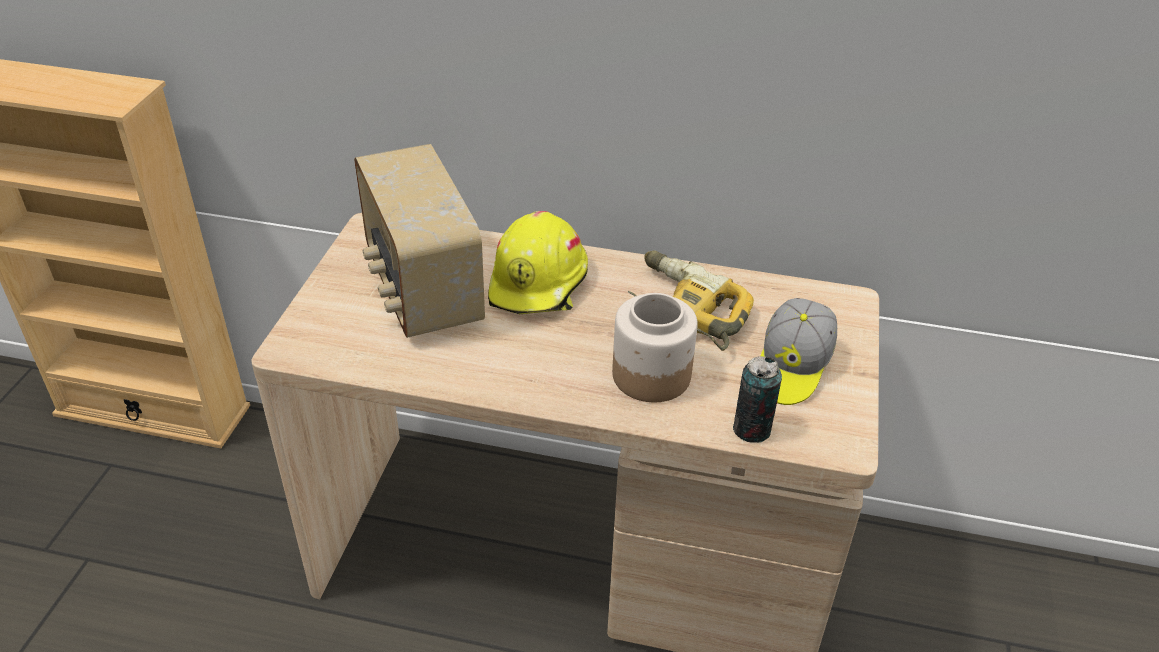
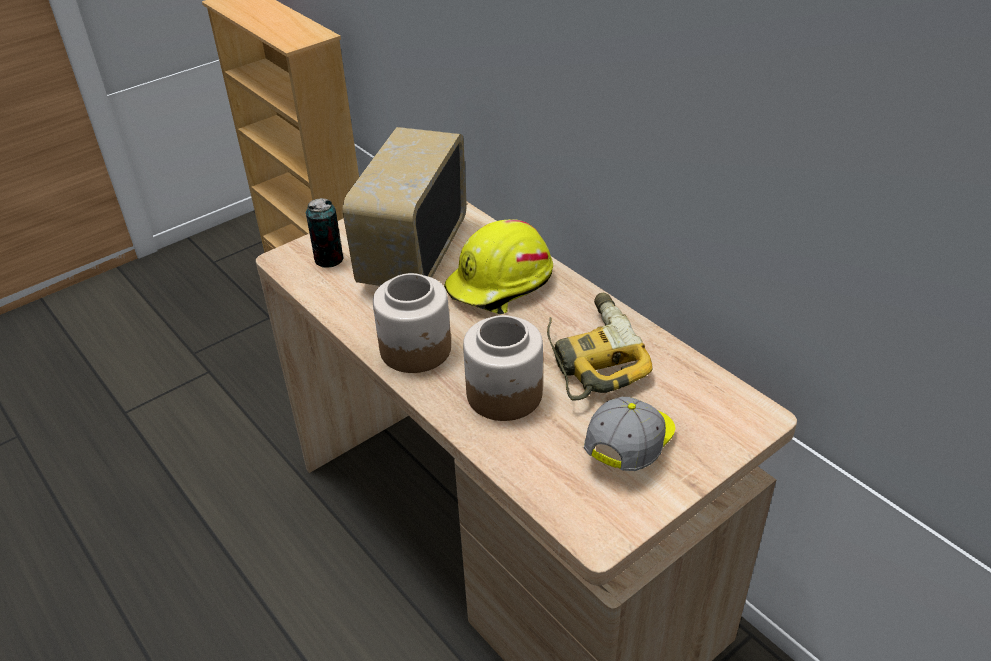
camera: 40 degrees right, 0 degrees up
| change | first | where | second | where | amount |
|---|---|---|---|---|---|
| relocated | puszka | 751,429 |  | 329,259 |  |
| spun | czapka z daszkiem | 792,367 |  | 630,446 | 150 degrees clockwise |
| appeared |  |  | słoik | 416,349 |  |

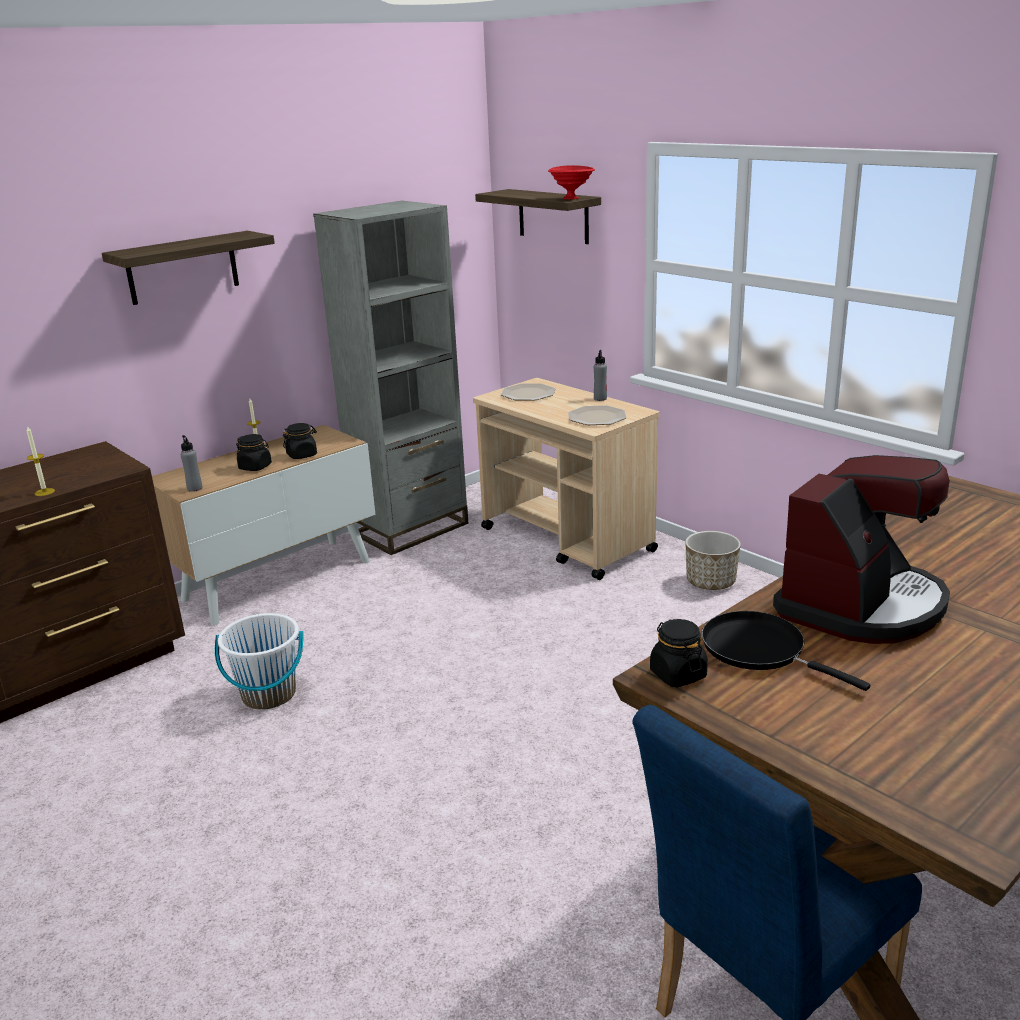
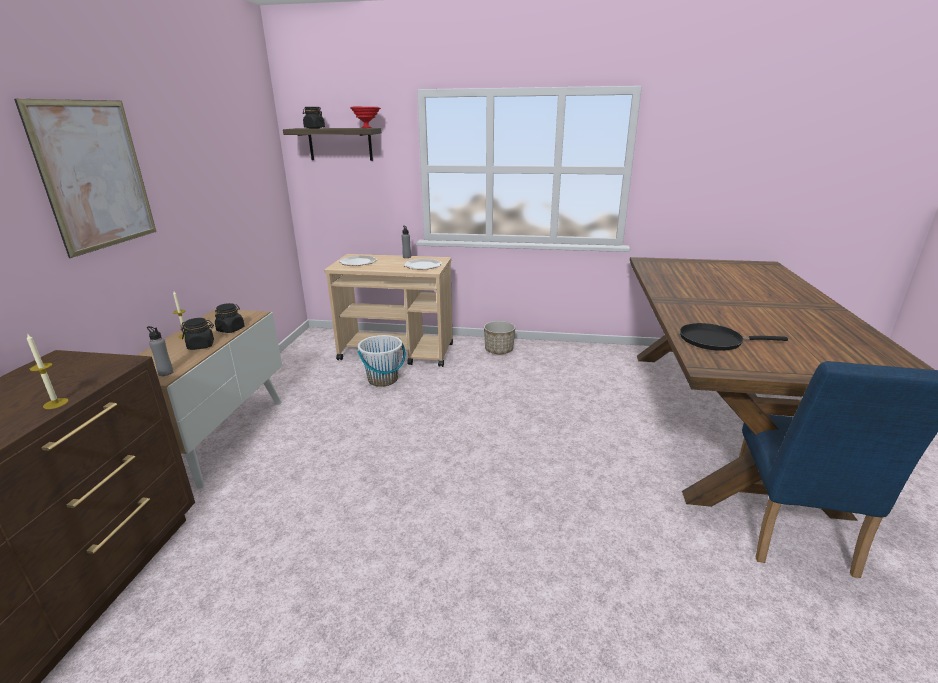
camera: 40 degrees left, 0 degrees up
| change | first | where | second | where | amount |
|---|---|---|---|---|---|
| exchanged | półka | 182,268 | obraz | 95,175 |  |
| relocated | wiadro/biały | 268,694 |  | 383,379 |  |
| missing | regał/szary | 410,529 |  |  |  |
| relocated | słoik/czarny | 677,674 |  | 314,128 |  |
| missing | ekspres do kawy | 861,605 |  |  |  |

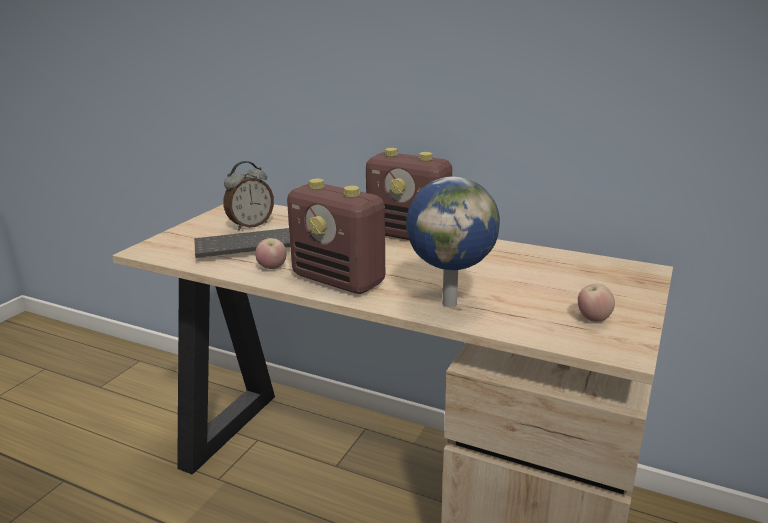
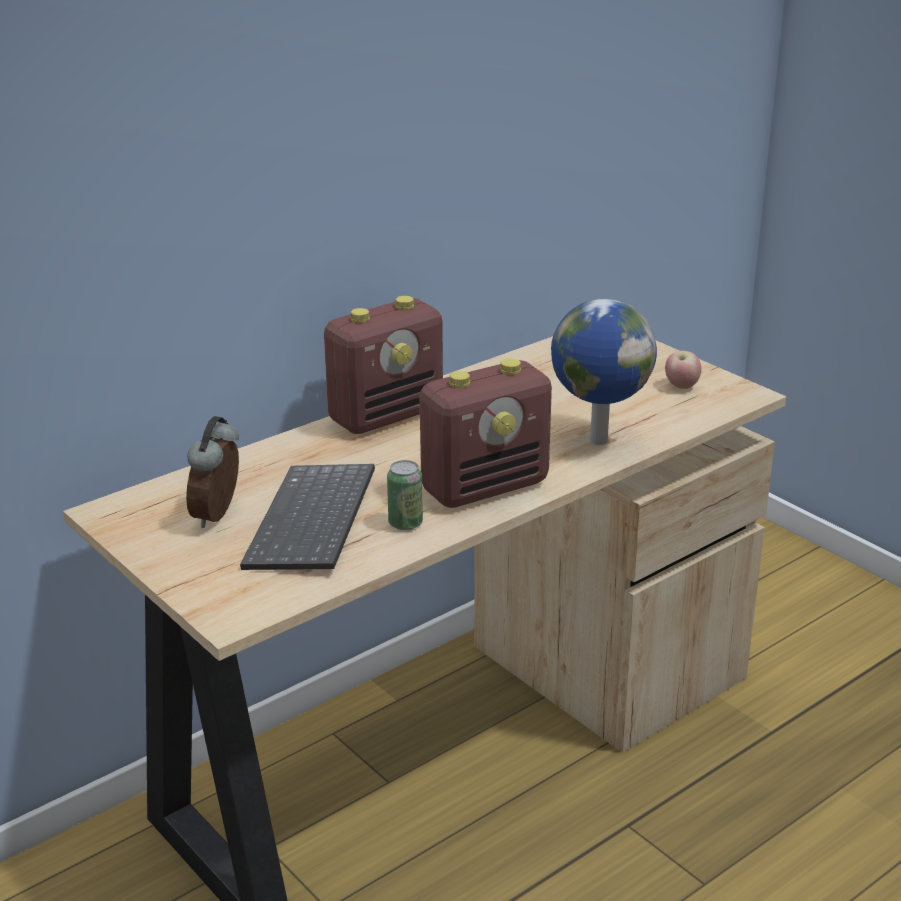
camera: 65 degrees left, 5 degrees up
| change | first | where | second | where | amount |
|---|---|---|---|---|---|
| spun | budzik | 250,225 |  | 219,515 | 150 degrees counterclockwise |
| exchanged | jabłko | 272,268 | puszka | 405,523 |  |

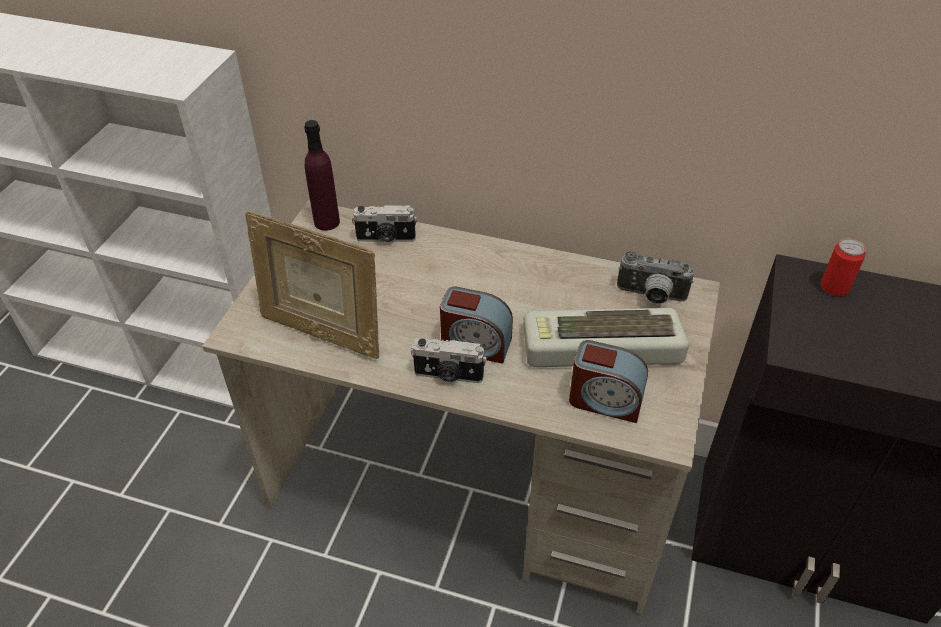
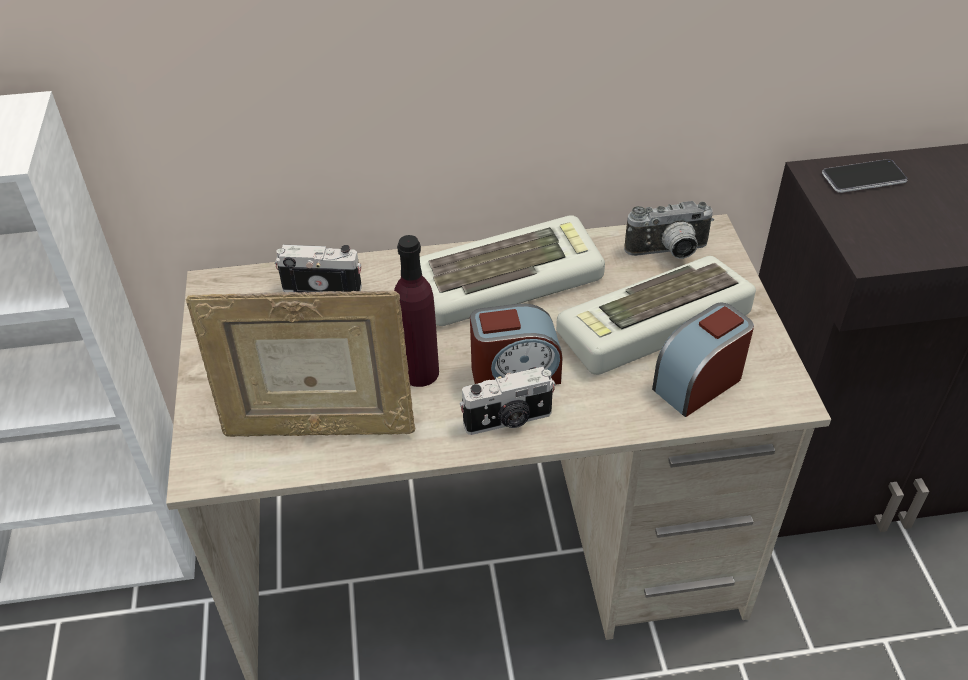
camera: 25 degrees left, 0 degrees up
| change | first | where | second | where | amount |
|---|---|---|---|---|---|
| relocated | butelka/fioletowy | 327,222 |  | 420,372 |  |
| spun | aparat fotograficzny | 386,238 |  | 322,286 | 150 degrees counterclockwise |
| spun | budzik | 605,400 |  | 698,382 | 150 degrees clockwise |
| exchanged | puszka | 834,287 | telefon | 863,178 |  |
| appeared |  |  | klawiatura | 508,279 |  |

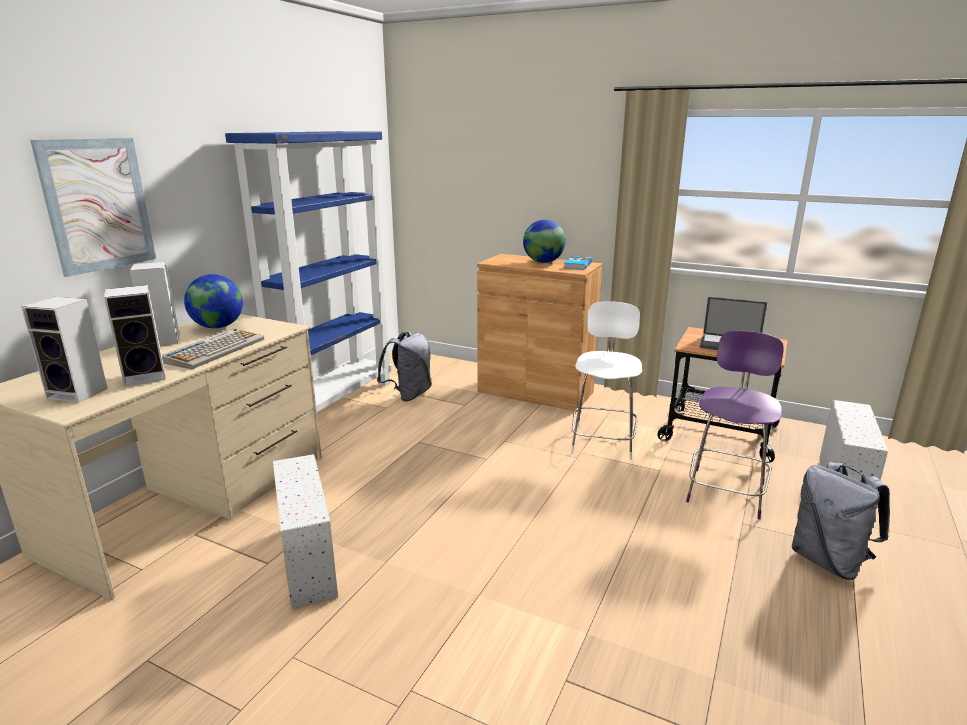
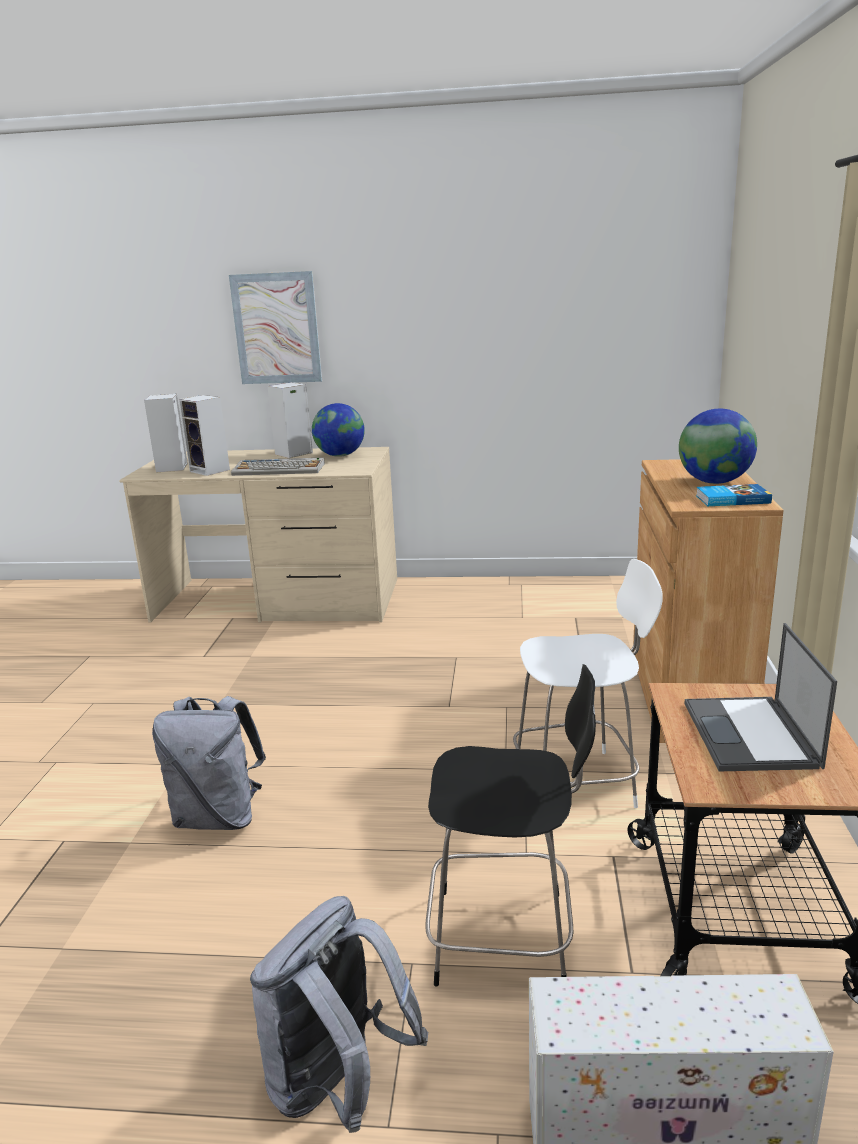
camera: 70 degrees right, 0 degrees up
| change | first | where | second | where | amount |
|---|---|---|---|---|---|
| missing | regał/niebieski | 335,401 |  |  |  |
| missing | pojemnik do przechowywania/biały | 307,559 |  |  |  |
| relocated | plecak/szary | 409,395 |  | 219,817 |  |
| colour | krzesło/fioletowy | 726,491 | krzesło/czarny | 507,938 |  |

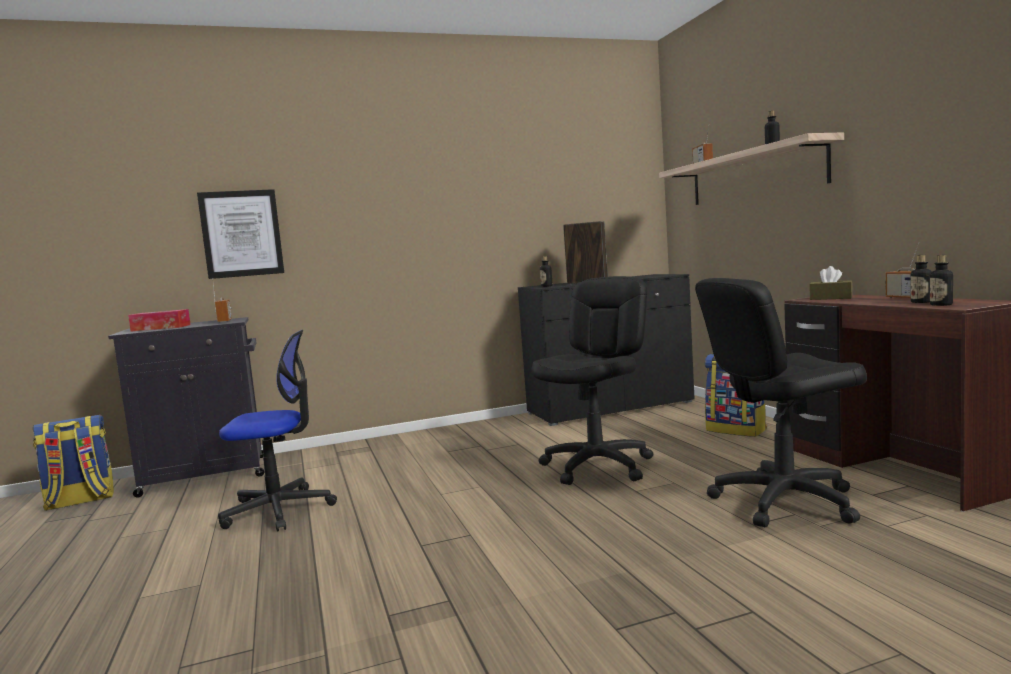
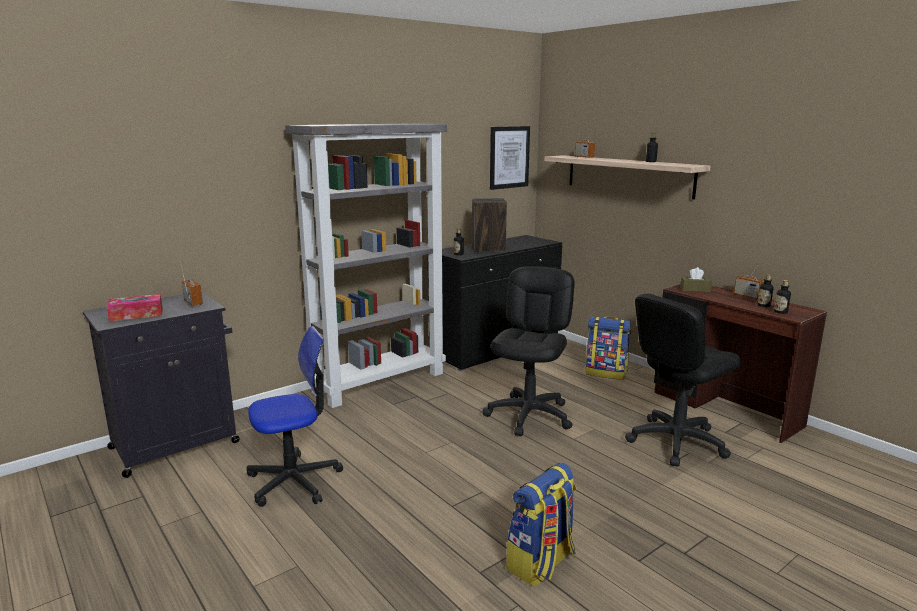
camera: 20 degrees left, 10 degrees up
| change | first | where | second | where | amount |
|---|---|---|---|---|---|
| relocated | plecak | 80,501 |  | 541,563 |  |
| relocated | obraz | 241,233 |  | 509,157 |  |
| appeared |  |  | regał/szary | 379,382 |  |

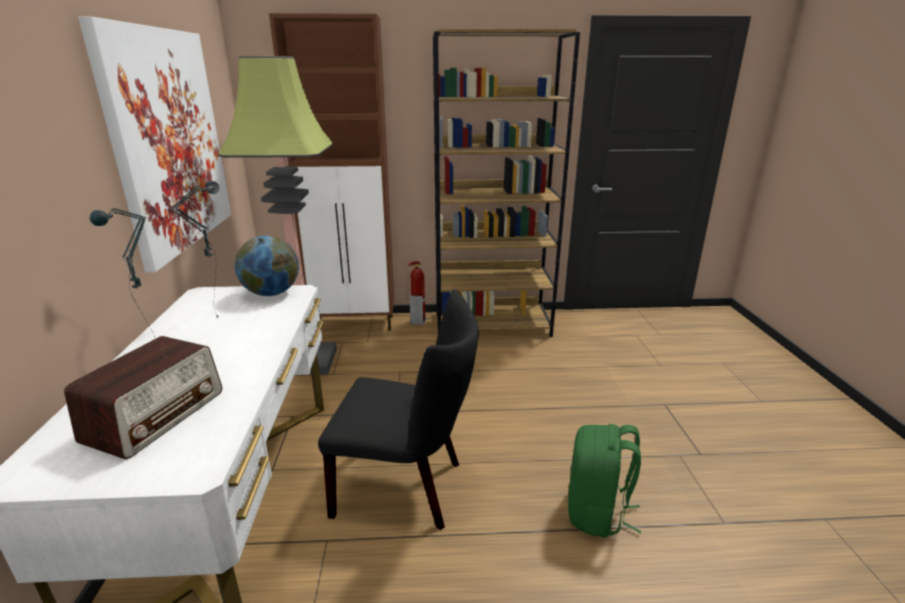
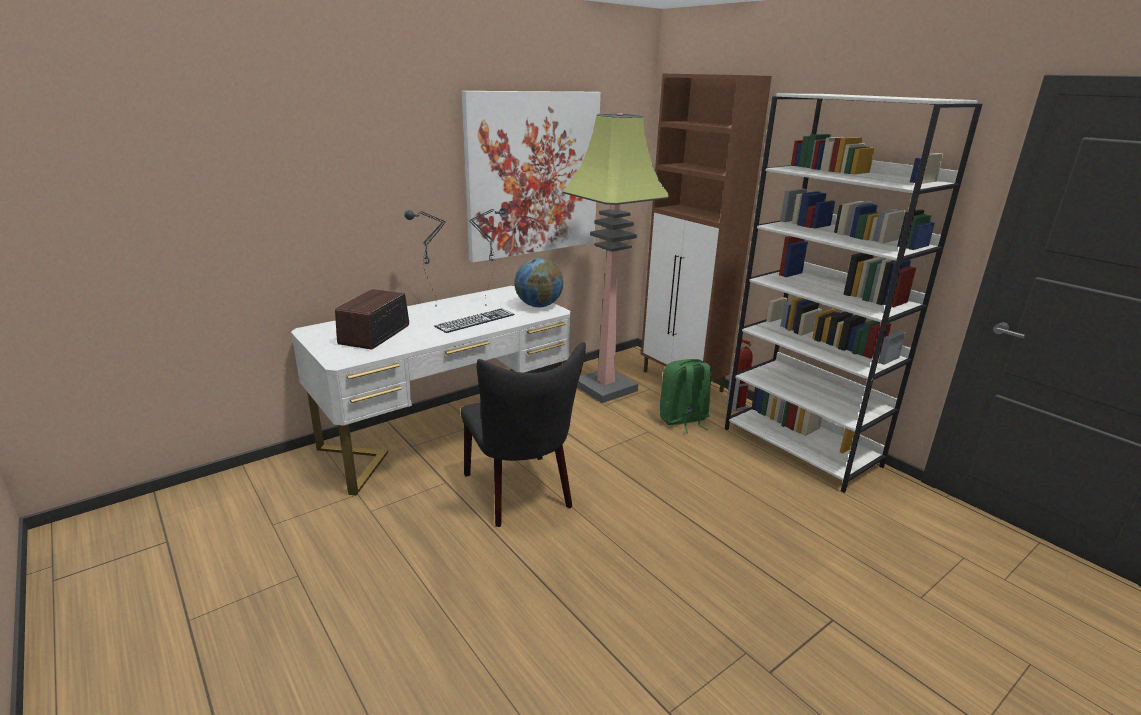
camera: 55 degrees right, 0 degrees up
| change | first | where | second | where | amount |
|---|---|---|---|---|---|
| spun | radio | 156,416 |  | 374,335 | 120 degrees clockwise |
| colour | regał/brązowy | 492,324 | regał/biały | 801,447 |  |
| relocated | plecak/zielony | 597,513 |  | 683,420 |  |
| appeared |  |  | klawiatura | 475,320 |  |

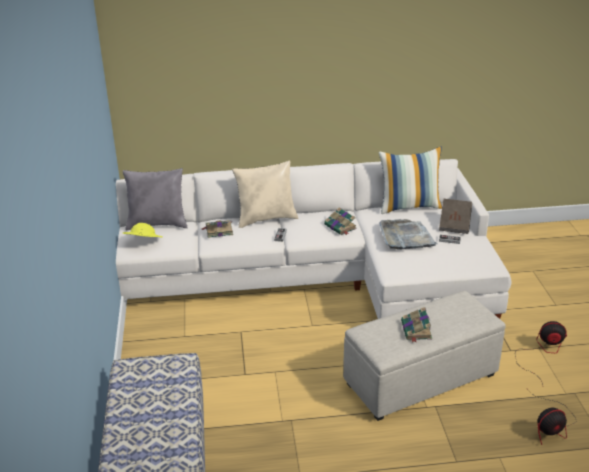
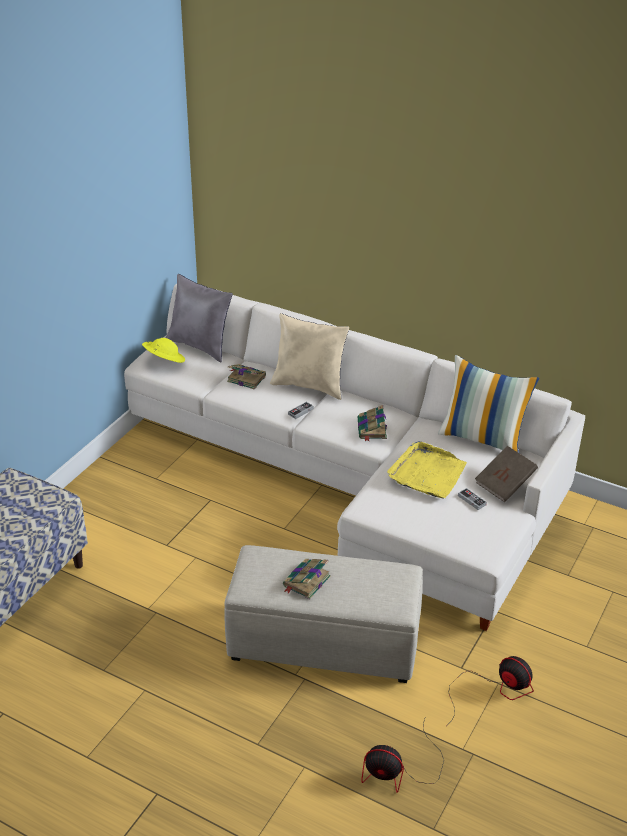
camera: 35 degrees right, 5 degrees up
| change | first | where | second | where | amount |
|---|---|---|---|---|---|
| colour | taca/szary | 406,237 | taca/żółty | 427,473 |  |

